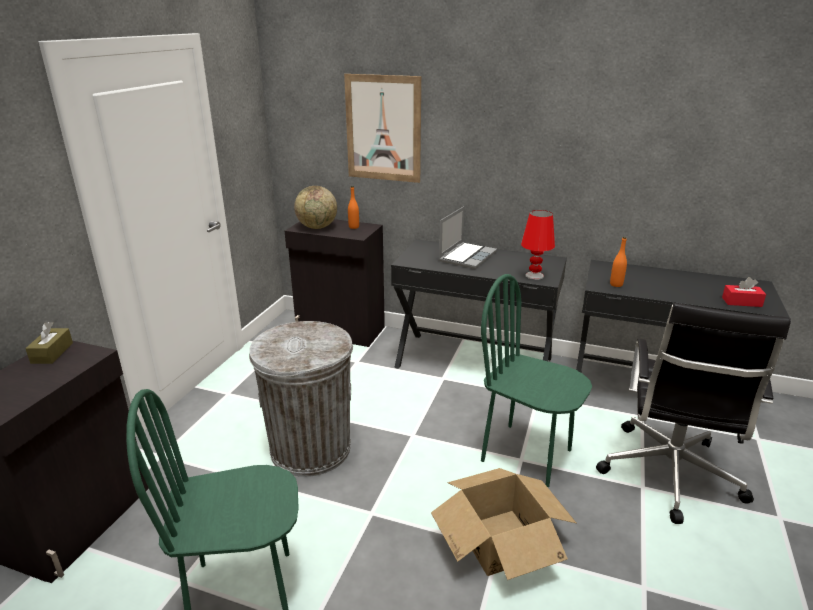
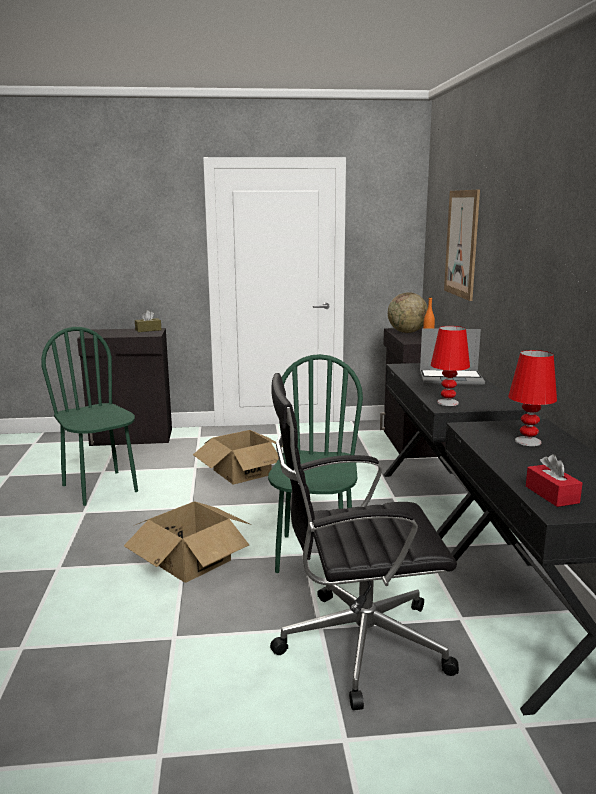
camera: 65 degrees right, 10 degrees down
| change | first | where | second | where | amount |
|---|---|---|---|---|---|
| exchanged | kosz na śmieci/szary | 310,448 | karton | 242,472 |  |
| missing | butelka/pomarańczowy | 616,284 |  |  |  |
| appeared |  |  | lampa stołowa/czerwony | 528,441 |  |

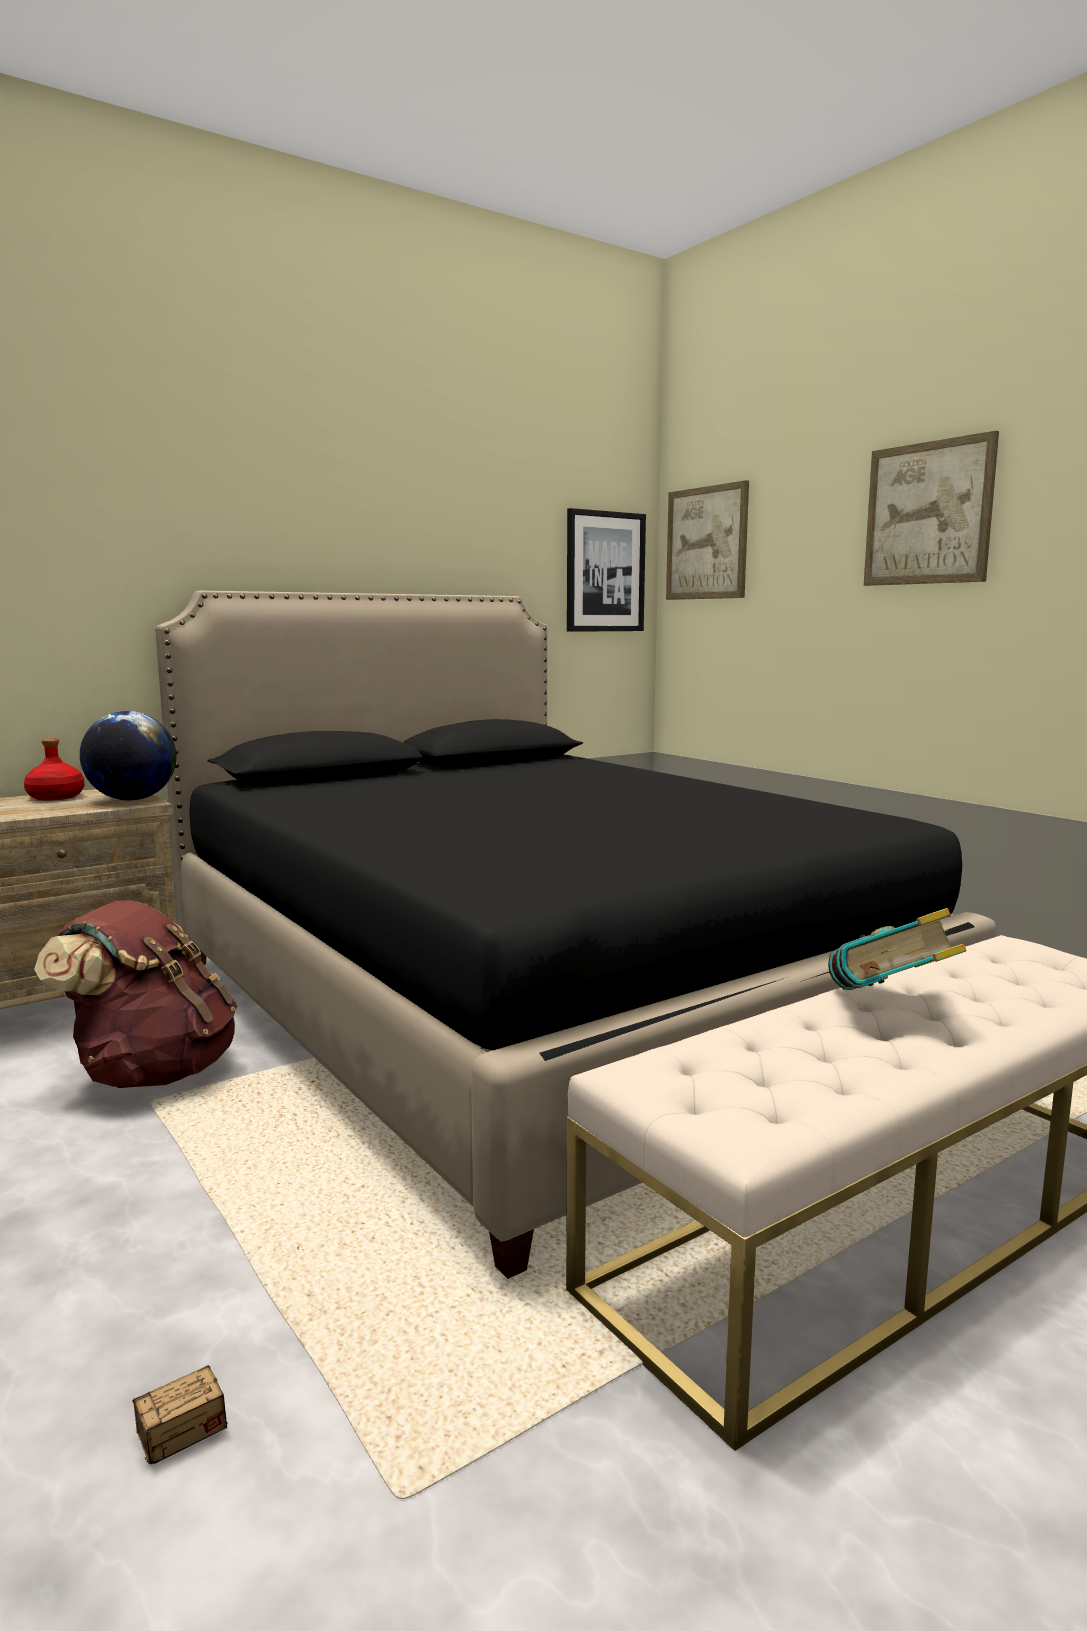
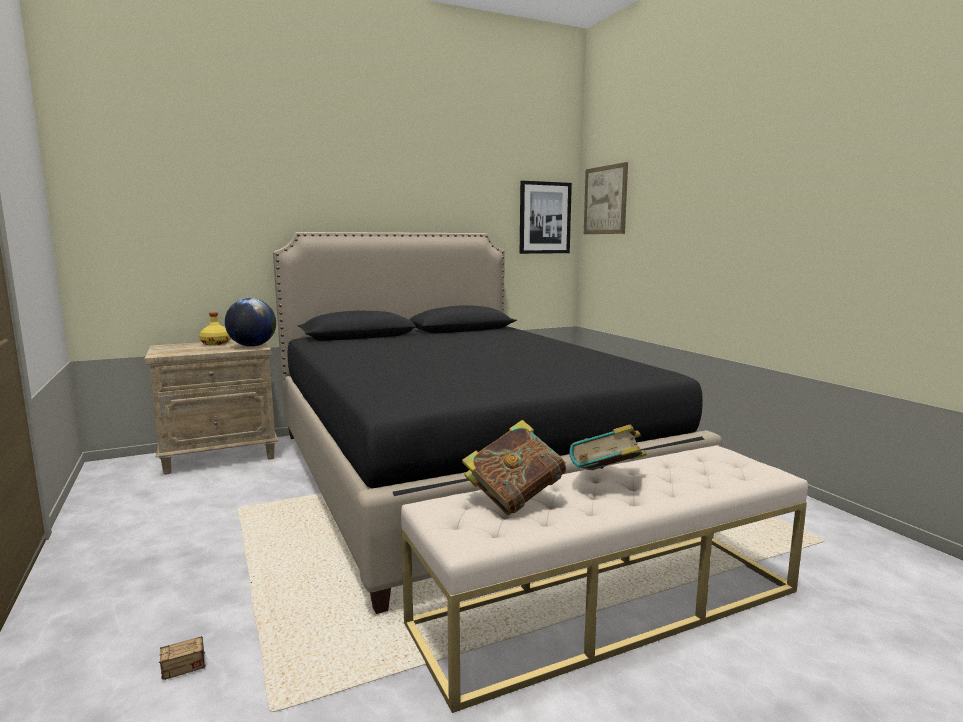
camera: 10 degrees right, 0 degrees up
| change | first | where | second | where | amount |
|---|---|---|---|---|---|
| colour | butelka/czerwony | 56,797 | butelka/żółty | 216,343 |  |
| missing | plecak/brązowy | 151,1073 |  |  |  |
| missing | obraz | 928,513 |  |  |  |
| appeared |  |  | książka | 515,499 |  |

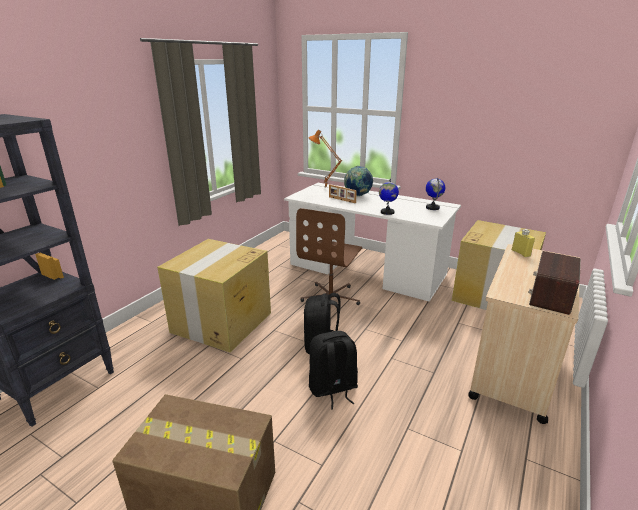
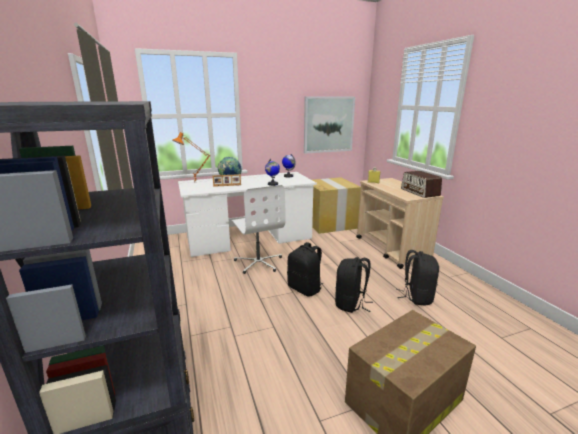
camera: 50 degrees left, 5 degrees down
| change | first | where | second | where | amount |
|---|---|---|---|---|---|
| missing | karton | 221,323 |  |  |  |
| colour | krzesło biurowe/brązowy | 331,298 | krzesło biurowe/biały | 258,262 |  |
| appeared |  |  | obraz | 328,124 |  |
| appeared |  |  | plecak/czarny | 416,296 |  |

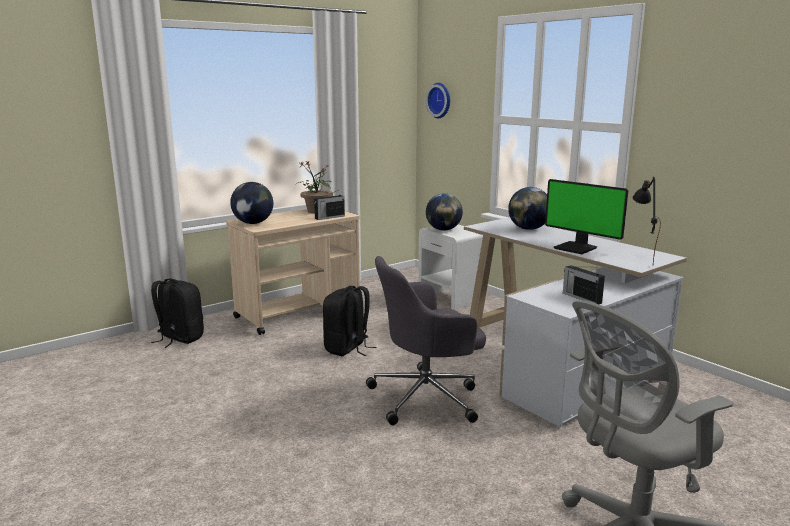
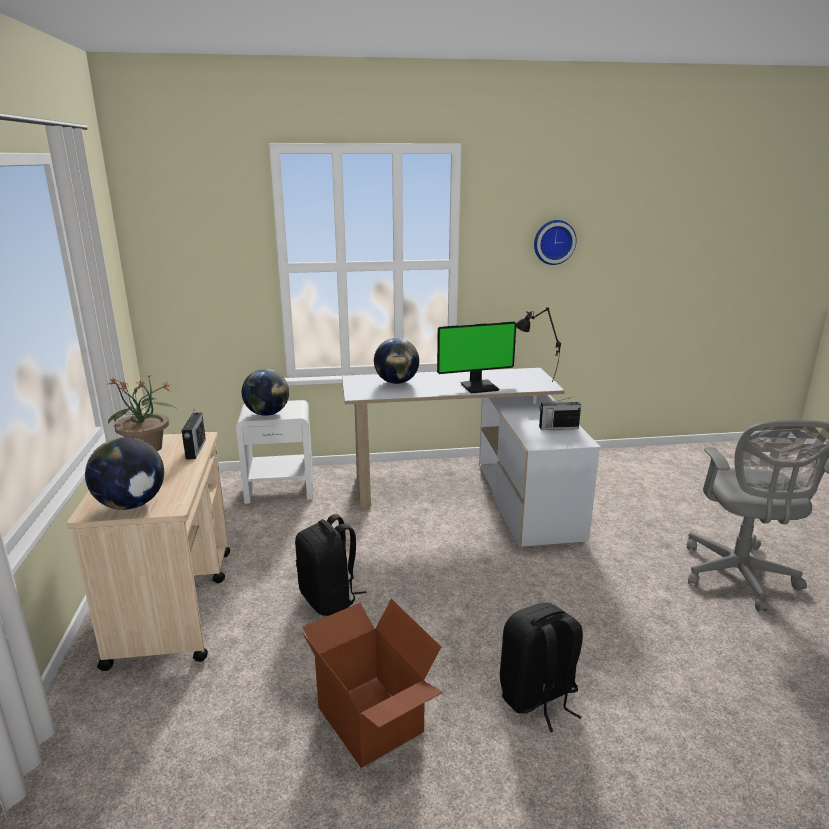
camera: 60 degrees left, 5 degrees up
| change | first | where | second | where | amount |
|---|---|---|---|---|---|
| relocated | plecak/czarny | 179,338 |  | 538,697 |  |
| missing | krzesło biurowe/szary | 427,397 |  |  |  |
| relocated | zegar ścienny | 440,100 |  | 553,242 |  |
| appeared |  |  | karton | 372,718 |  |

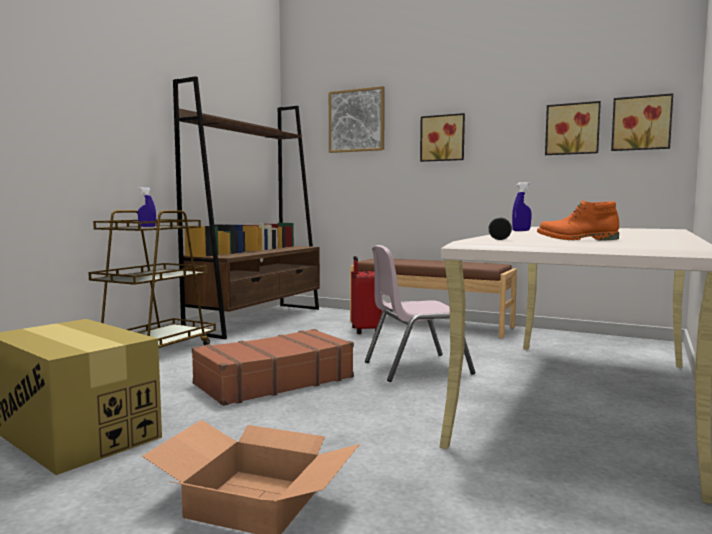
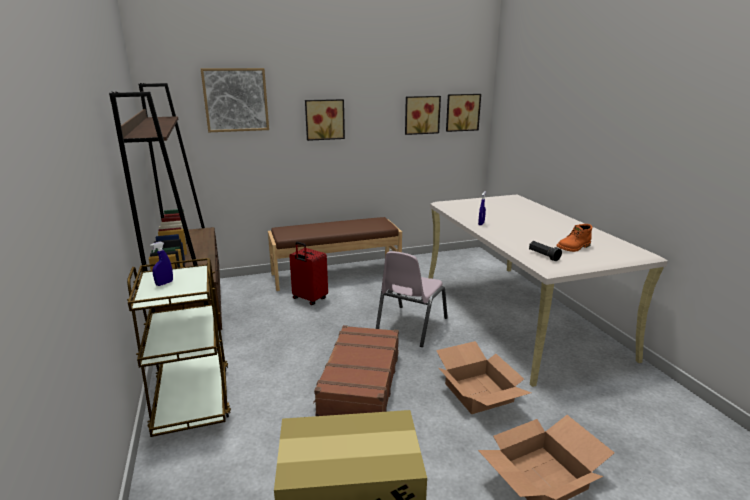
camera: 45 degrees left, 15 degrees up
| change | first | where | second | where | amount |
|---|---|---|---|---|---|
| appeared |  |  | karton | 477,392 |  |

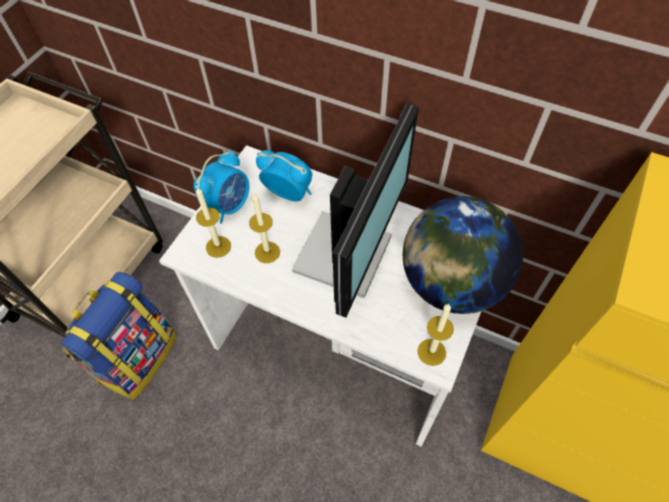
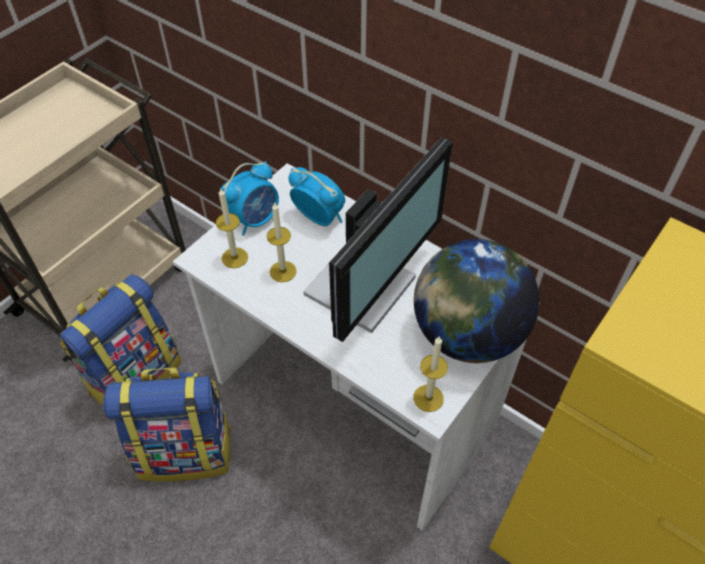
camera: 10 degrees right, 5 degrees down
| change | first | where | second | where | amount |
|---|---|---|---|---|---|
| appeared |  |  | plecak | 186,451 |  |

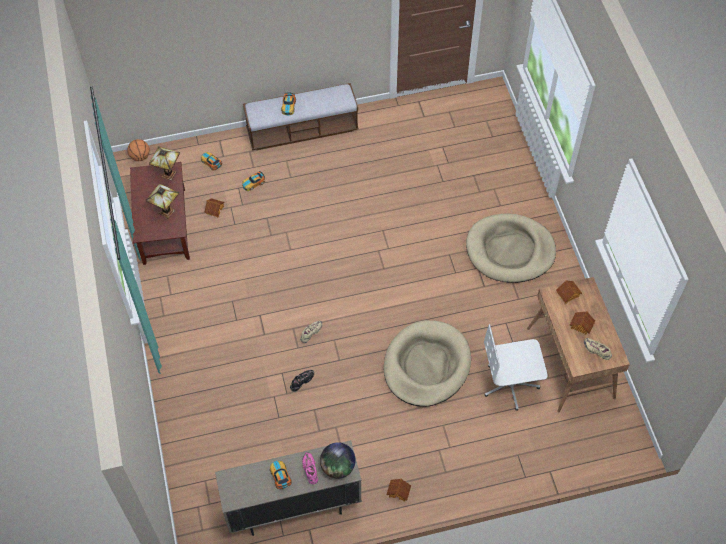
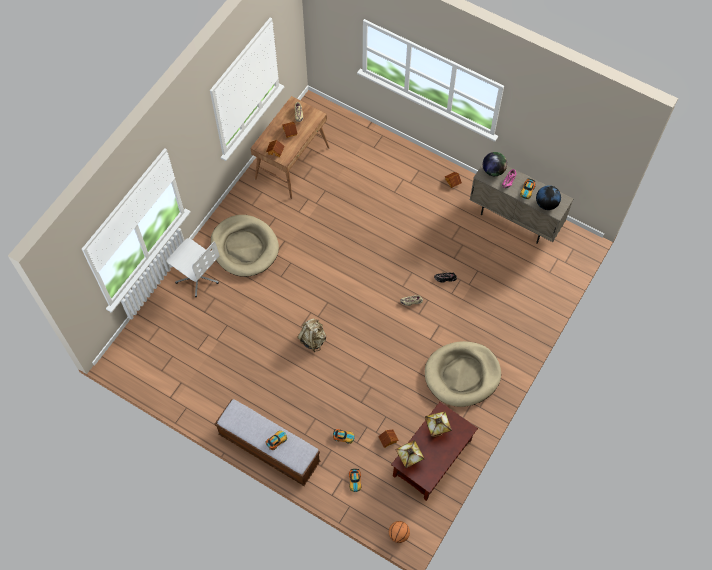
camera: 135 degrees left, 5 degrees up
| change | first | where | second | where | amount |
|---|---|---|---|---|---|
| relocated | legowisko/beżowy | 426,365 |  | 462,375 |  |
| relocated | krzesło biurowe/biały | 510,384 |  | 197,276 |  |
| appeared |  |  | plecak/beżowy | 313,339 |  |
| appeared |  |  | globus | 546,204 |  |

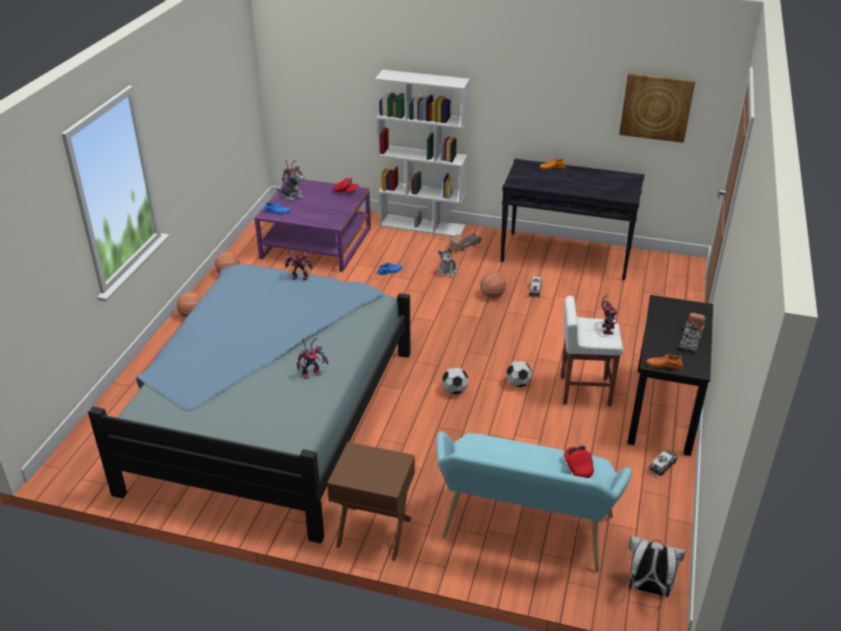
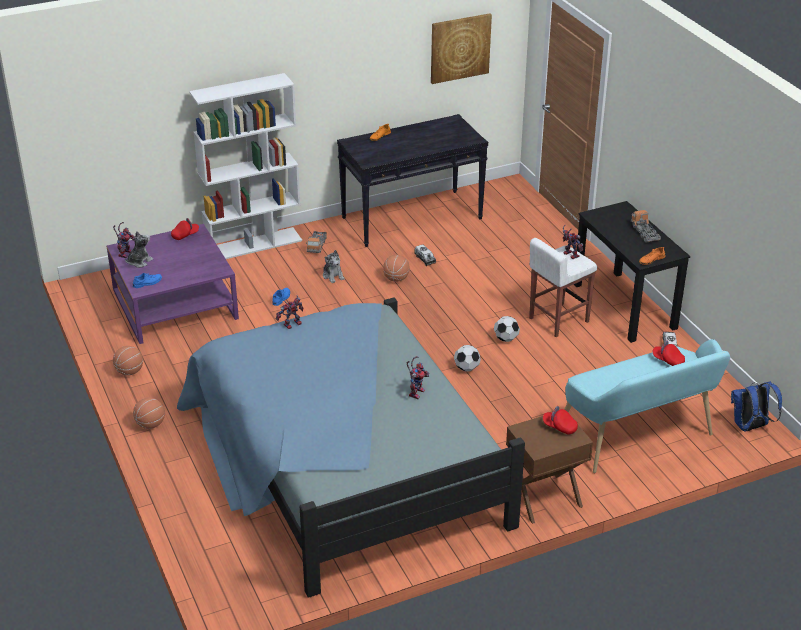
camera: 40 degrees left, 0 degrees up
| change | first | where | second | where | amount |
|---|---|---|---|---|---|
| colour | plecak/biały | 648,588 | plecak/niebieski | 750,427 |  |
| appeared |  |  | czapka z daszkiem/czerwony | 559,427 |  |

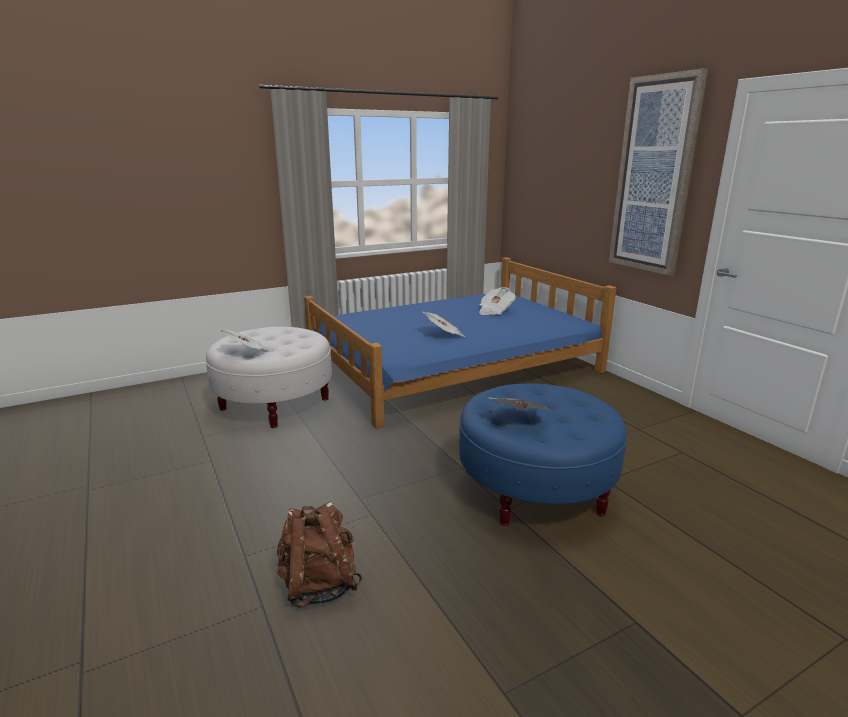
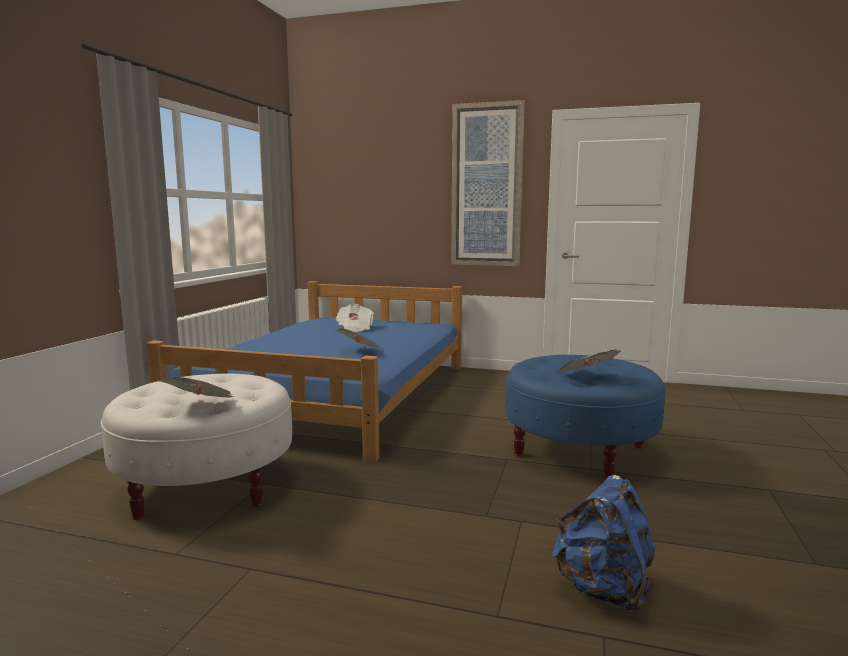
camera: 45 degrees left, 10 degrees down
| change | first | where | second | where | amount |
|---|---|---|---|---|---|
| colour | plecak/brązowy | 319,586 | plecak/niebieski | 603,590 |  |

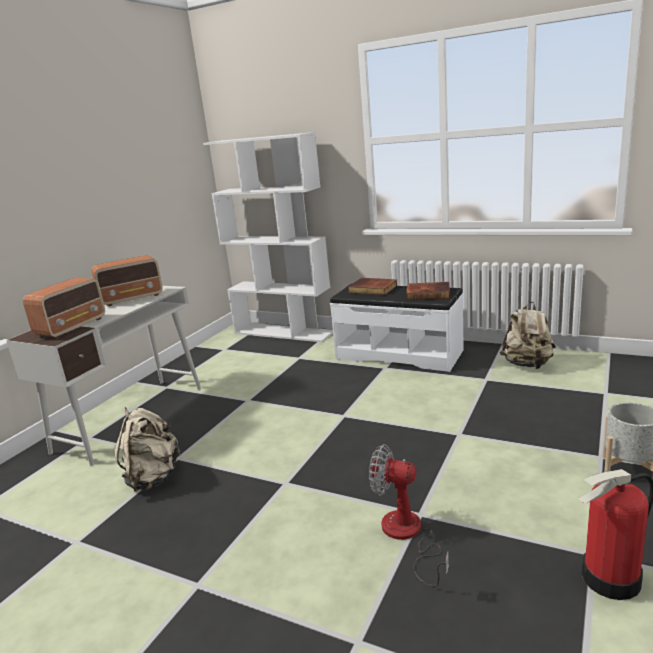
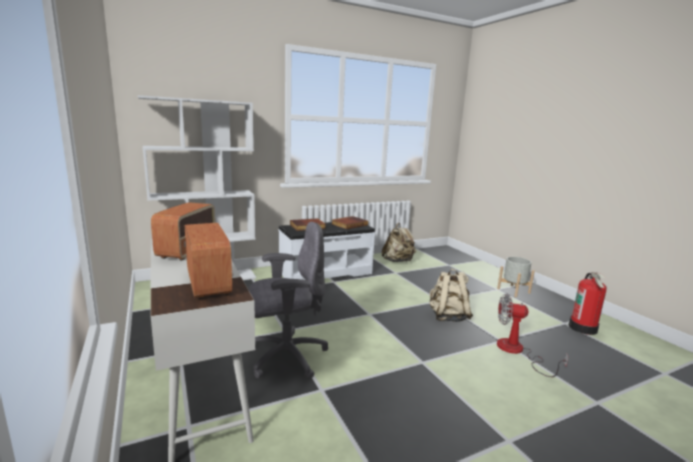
camera: 55 degrees left, 5 degrees down
| change | first | where | second | where | amount |
|---|---|---|---|---|---|
| relocated | plecak/beżowy | 153,478 |  | 448,317 |  |
| spun | wentylator | 407,536 |  | 517,351 | 45 degrees clockwise |
| appeared |  |  | krzesło biurowe/szary | 285,356 |  |

